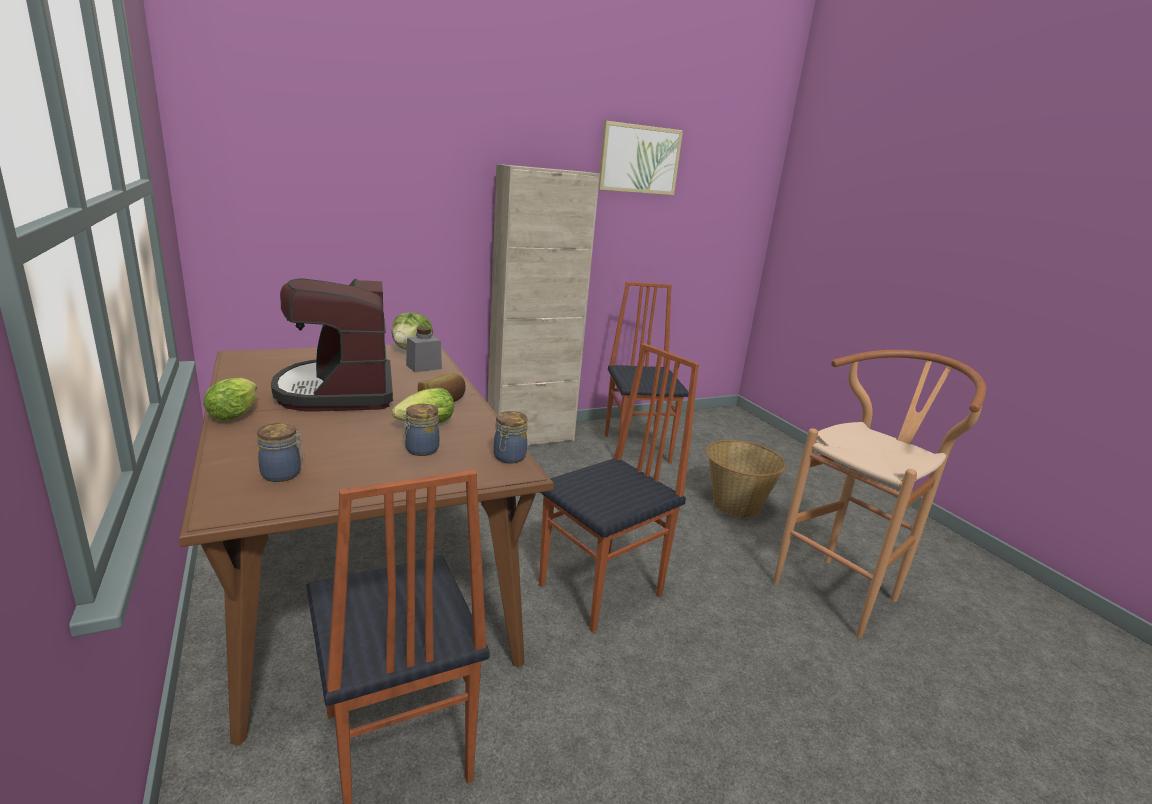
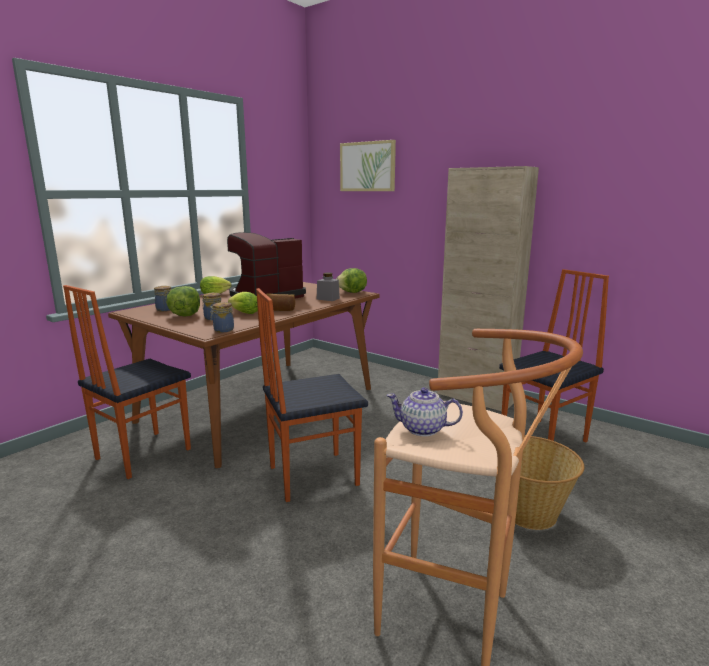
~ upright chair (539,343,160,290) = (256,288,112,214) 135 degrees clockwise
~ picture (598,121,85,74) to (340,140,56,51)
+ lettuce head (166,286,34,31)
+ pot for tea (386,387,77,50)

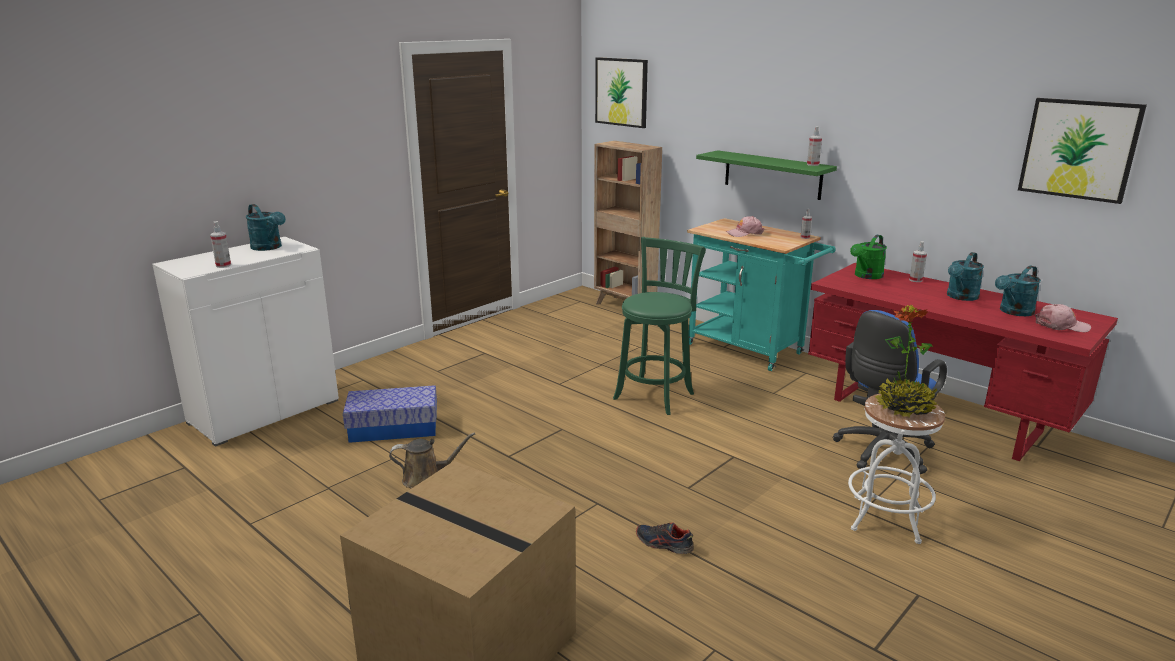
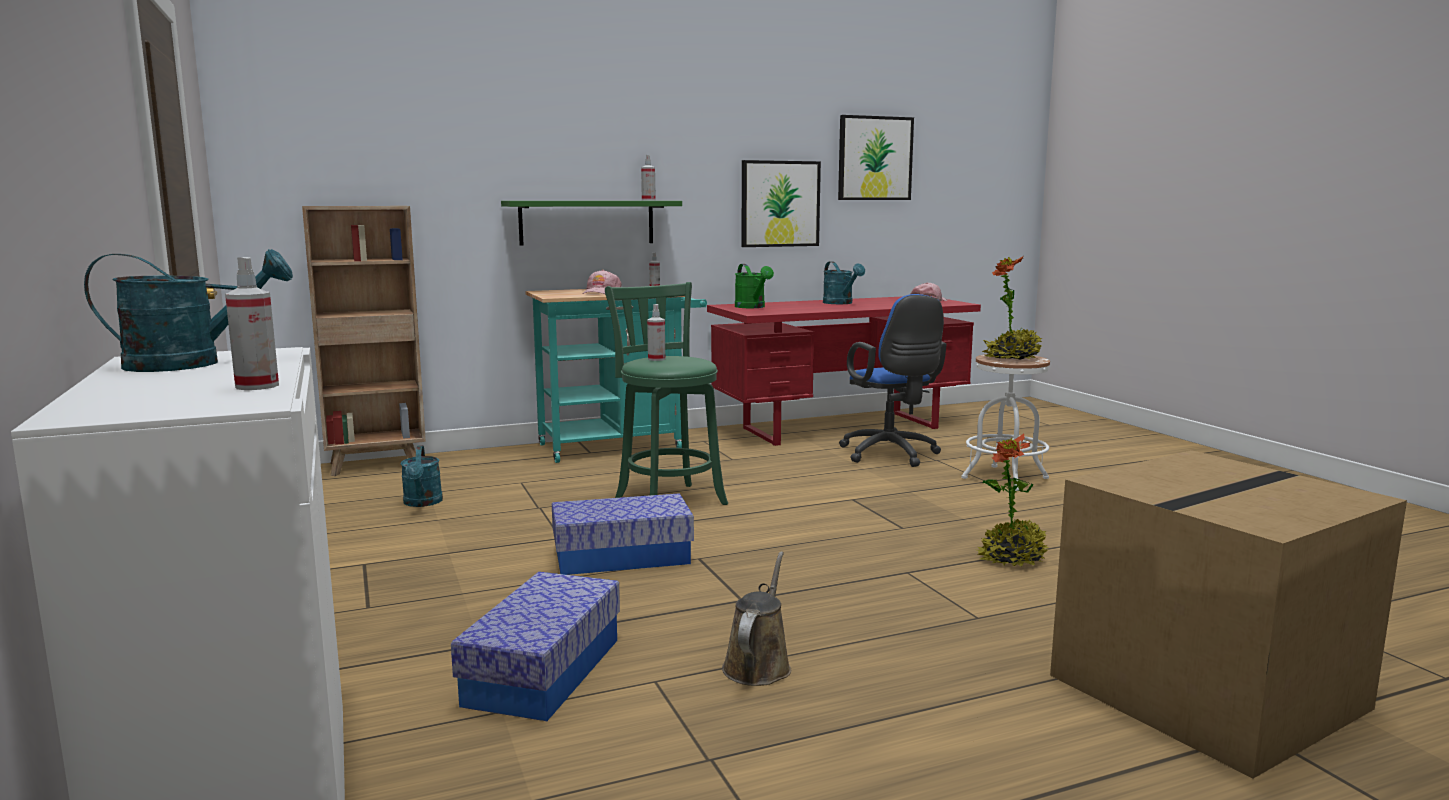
~ picture (595,57,53,71) to (741,160,80,87)
~ low shoe (636,523,58,31) to potted plant (977,434,72,133)
~ sprayer (909,241,18,41) to (647,304,18,57)
~ sprinkling can/blue-green (995,266,46,50) to (401,445,42,62)
+ storage box (552,493,142,82)

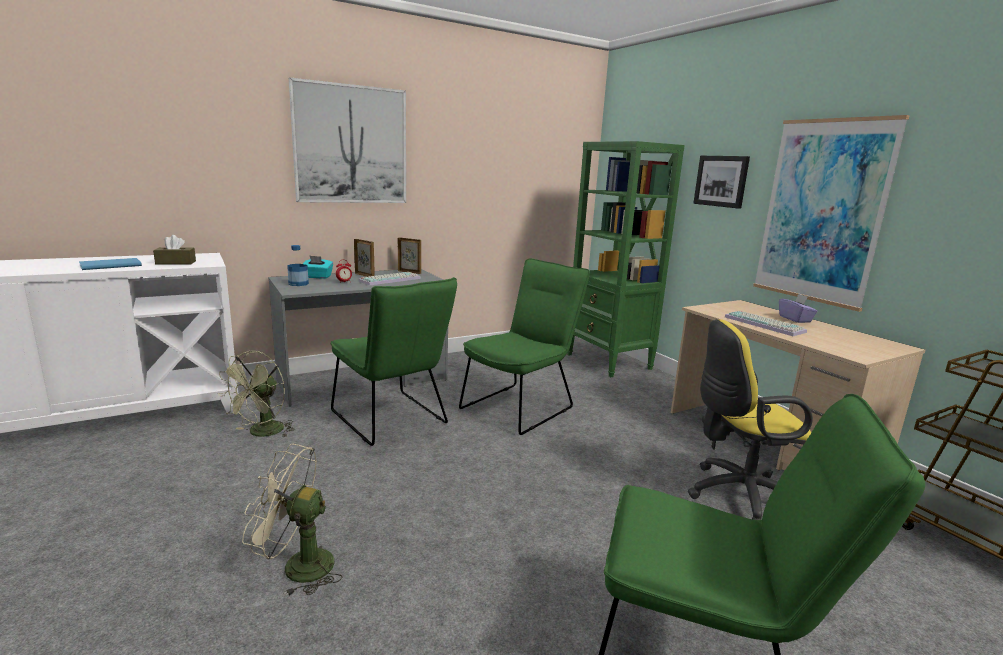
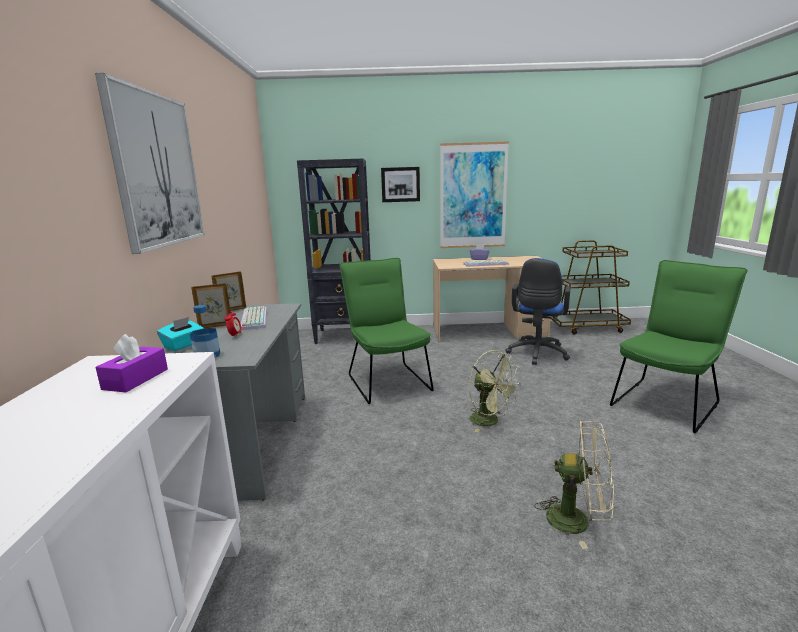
- volume/blue (79,258,63,12)
~ tissue holder/brown-coloured (153,235,43,29) to tissue holder/purplish (95,334,73,59)
~ fan/greenish (218,351,77,86) to (469,350,52,83)
~ fan/beige-coloured (242,444,100,152) = (535,421,79,128) 105 degrees counterclockwise
- upright chair/greenish (330,277,127,169)
~ shelving unit/greenish (567,141,118,236) to shelving unit/black-coloured (297,158,74,186)
~ computer chair/yellowish (688,319,125,201) to computer chair/blue (505,258,65,107)

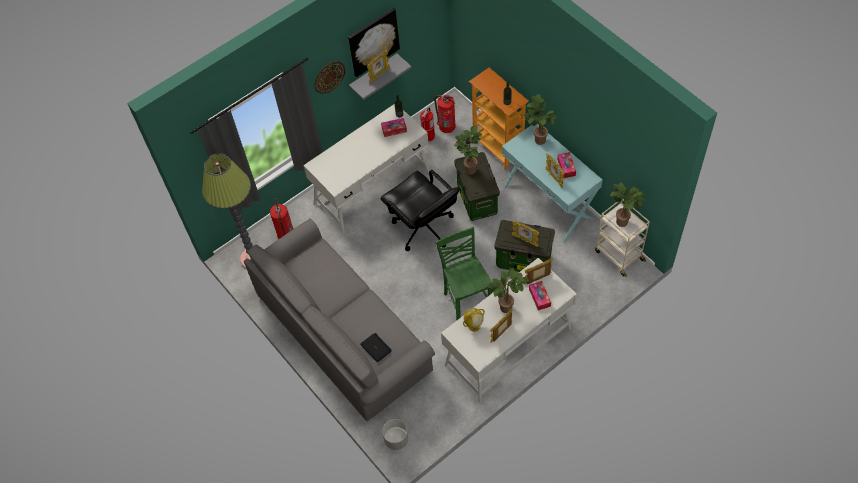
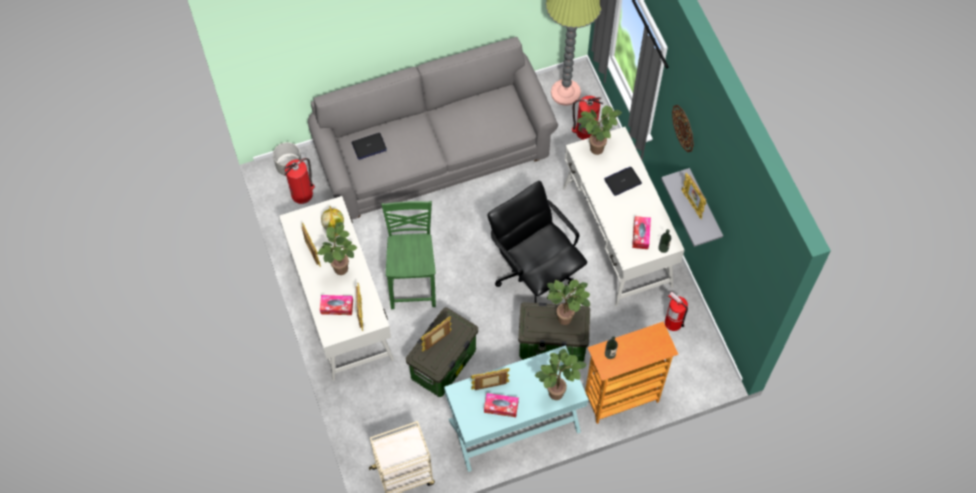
- picture (348,8,52,69)
~ computer chair/black-coloured (381,170,79,81) = (488,181,99,122) 75 degrees clockwise
~ fire extinguisher (434,95,22,38) to (284,158,31,46)
~ upright chair/greenish (435,227,58,94) = (381,201,55,108) 90 degrees counterclockwise
~ potted plant (610,182,36,45) to (577,105,45,50)
+ laptop (604,167,38,29)

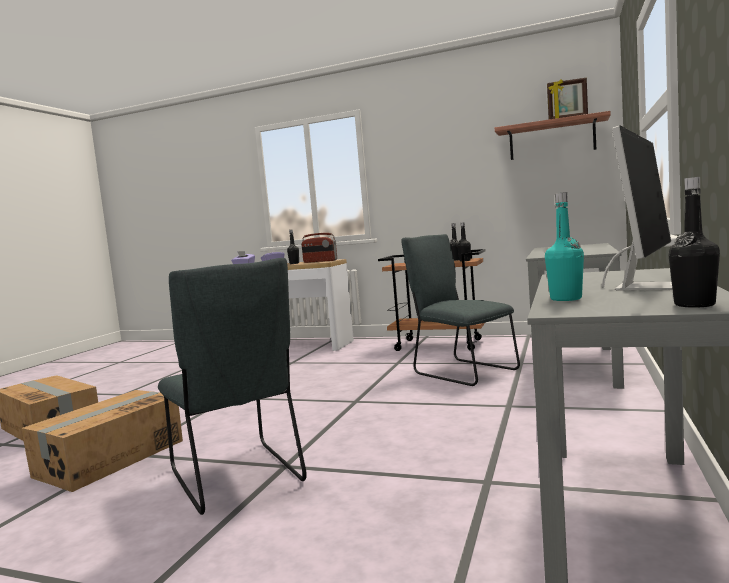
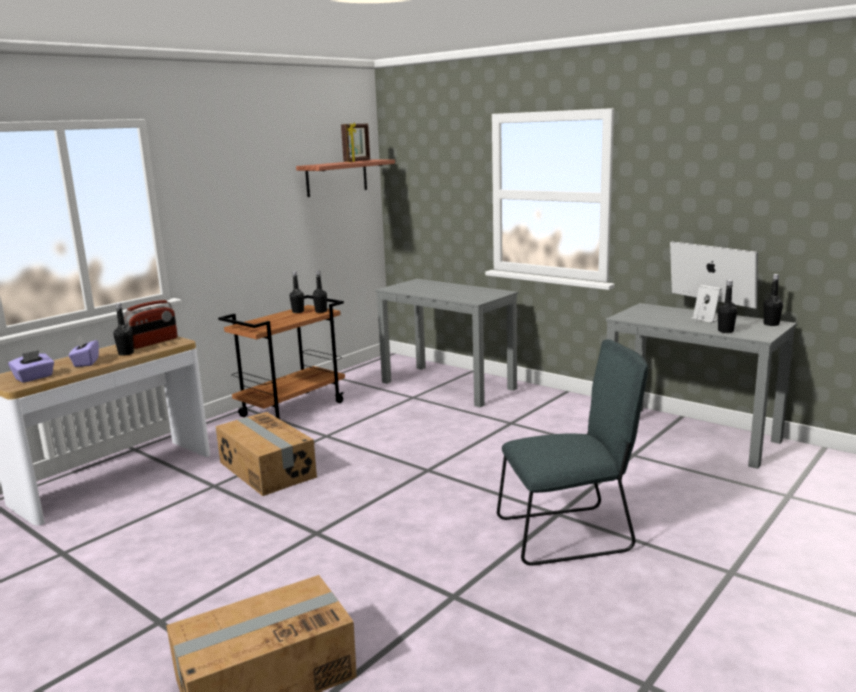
~ carton (21,390,162,102) to (215,412,102,84)
- upright chair/grey (401,234,119,152)
~ drink bottle/blue-green (545,192,39,109) to drink bottle/black-coloured (718,280,19,53)

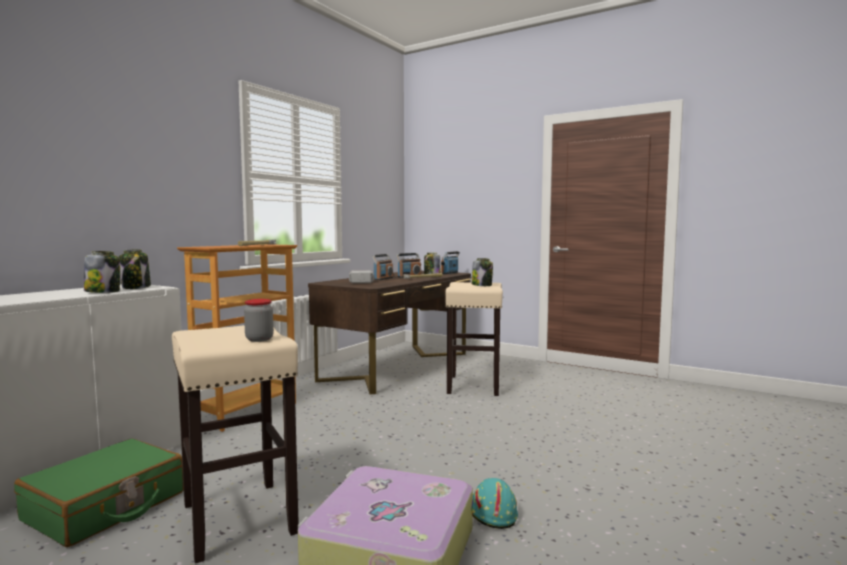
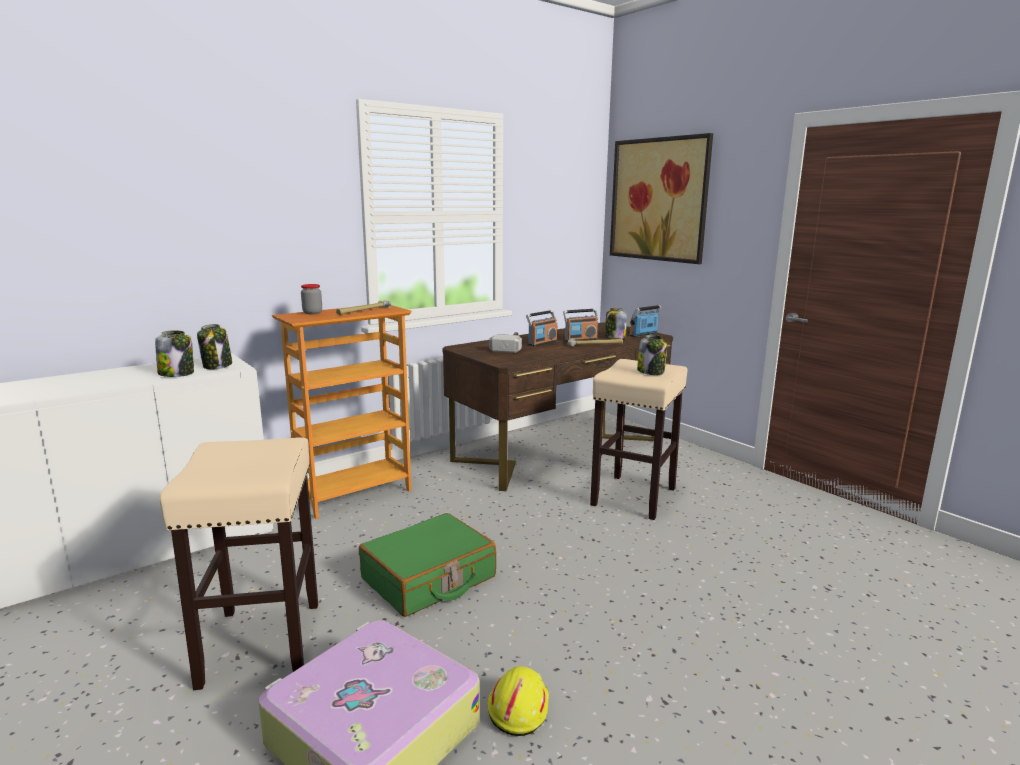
~ travel case/greenish (14,439,170,108) to (359,513,137,104)
~ storage jar (244,299,30,43) to (301,284,21,30)
~ hard hat/blue-green (473,478,45,51) to hard hat/yellowish (487,666,62,70)
+ picture (610,133,103,131)

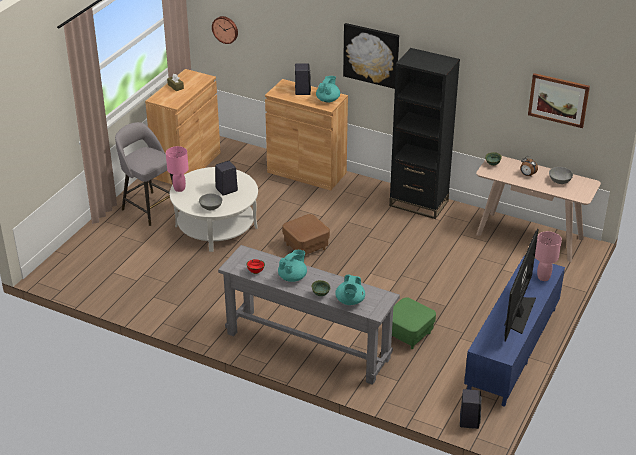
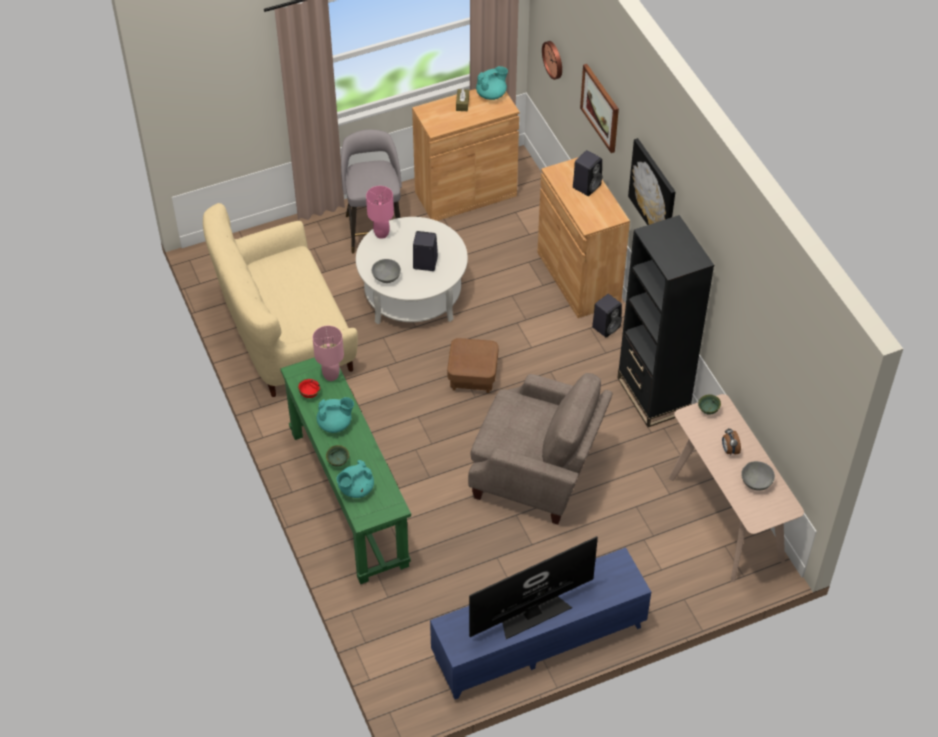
~ hall table/grey (218,245,182,140) to hall table/greenish (280,357,131,227)
~ pot for tea/blue-green (316,76,24,27) to (476,66,32,34)
- footrest/greenish (392,297,44,52)
~ loudspeaker/black-coloured (460,389,21,40) to (592,294,30,44)
~ picture (528,73,62,55) to (580,64,39,89)
~ lamp for a table/pinkish (535,231,27,50) to (313,326,31,55)
+ couch/beige-coloured (203,203,155,194)
+ armchair/beige-coloured (468,373,144,151)

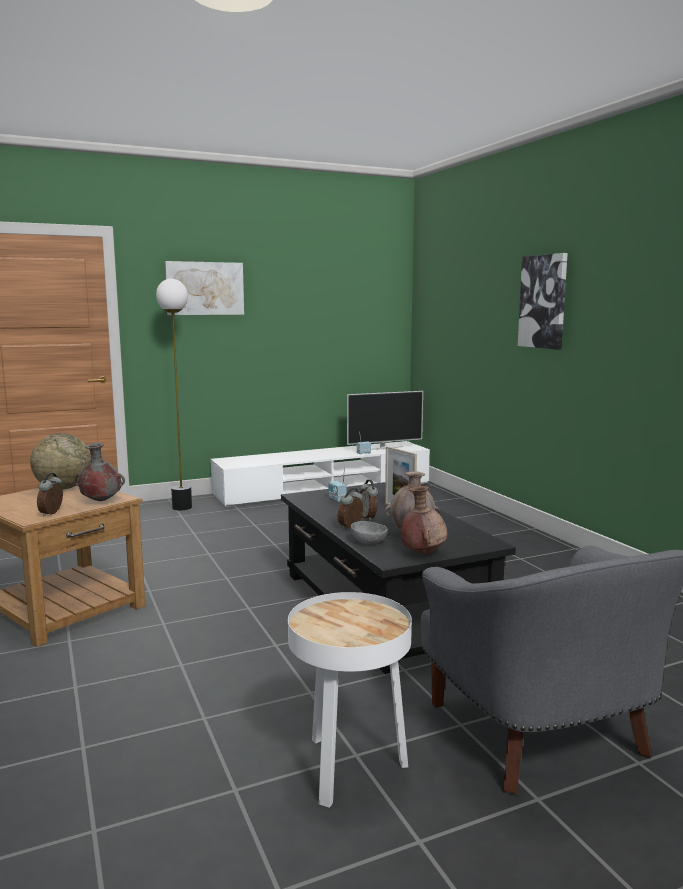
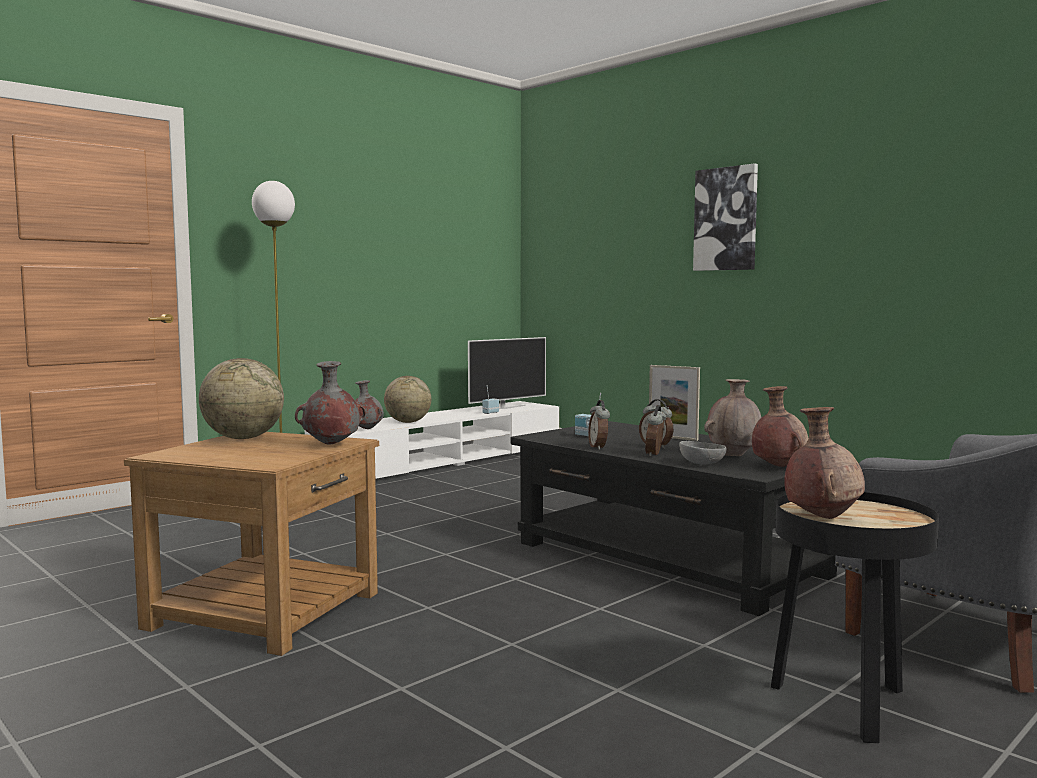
~ alarm clock (37,473,26,44) to (588,400,22,50)
- picture (165,261,79,54)
~ end table/whitish (288,592,124,216) to end table/black-coloured (771,492,168,251)
+ vase/grey (355,380,29,49)
+ world globe (384,376,47,47)
+ vase/brown-coloured (784,407,81,112)

